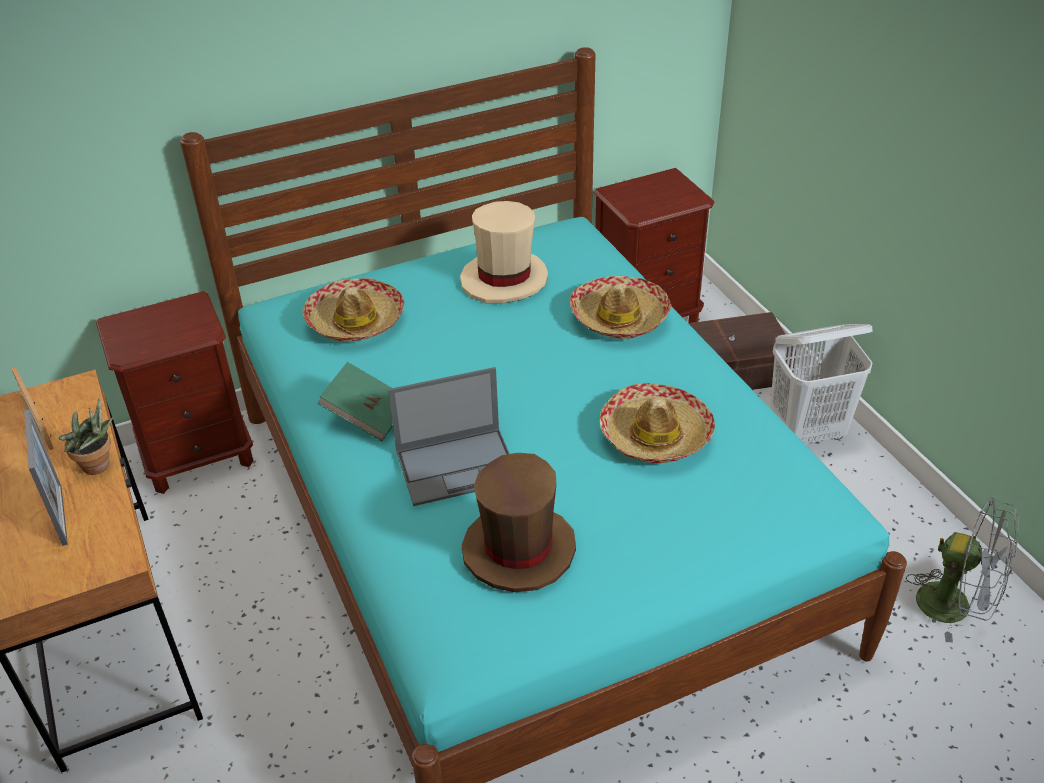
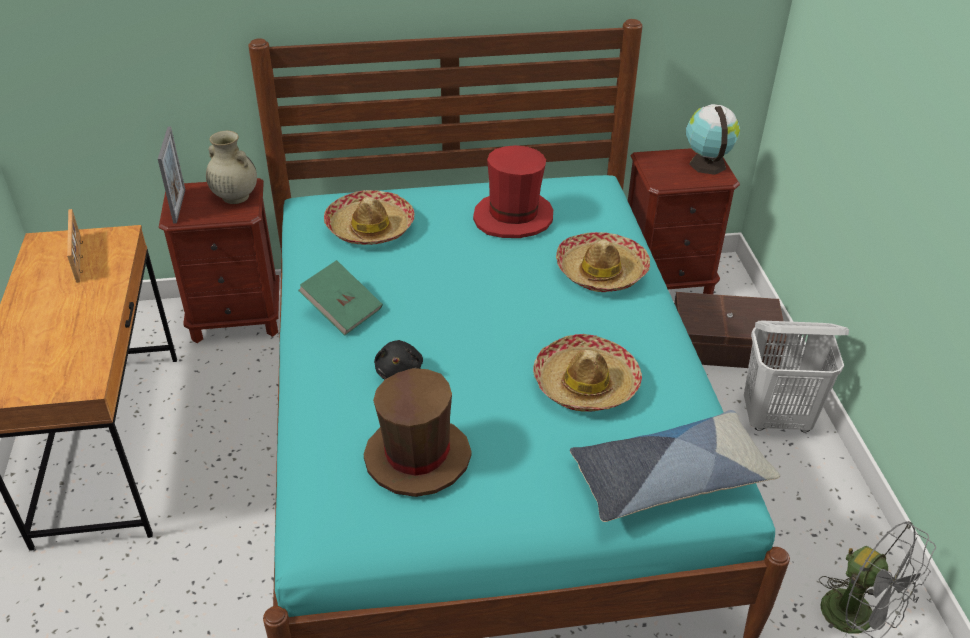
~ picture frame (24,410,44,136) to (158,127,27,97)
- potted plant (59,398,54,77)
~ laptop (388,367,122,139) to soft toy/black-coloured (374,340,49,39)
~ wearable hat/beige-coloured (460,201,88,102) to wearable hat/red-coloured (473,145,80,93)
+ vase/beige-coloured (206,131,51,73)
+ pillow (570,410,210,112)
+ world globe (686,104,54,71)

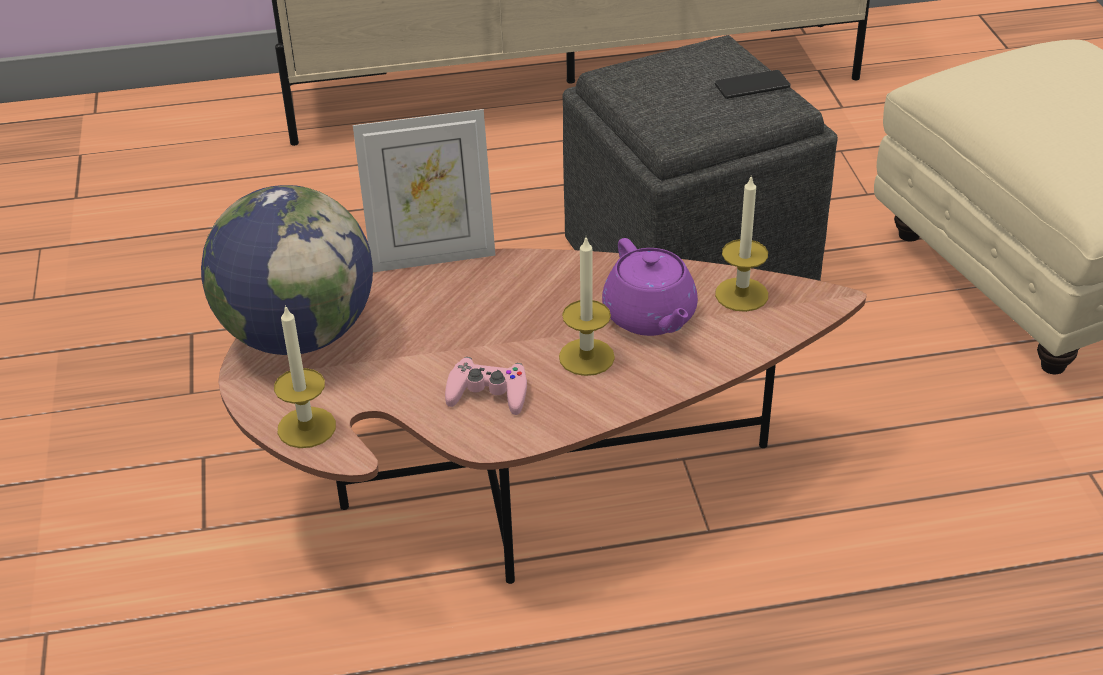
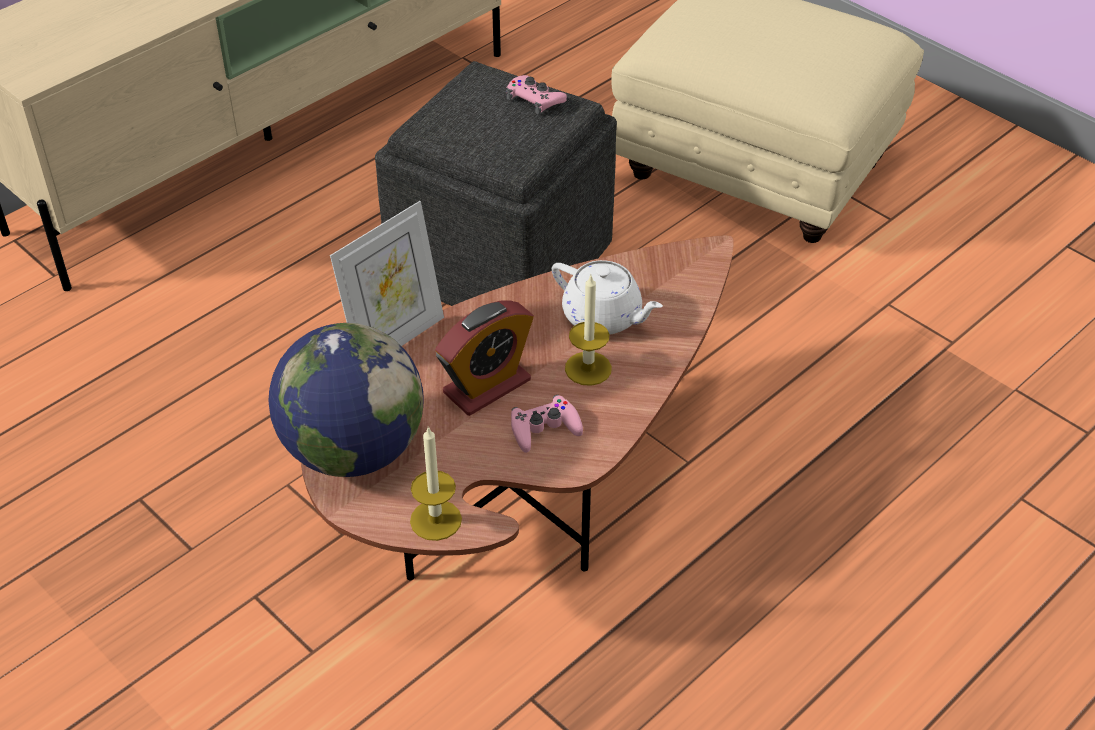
~ pot for tea/purplish (602,238,96,98) to pot for tea/whitish (552,260,111,75)
~ telephone (715,70,76,29) to joypad/pinkish (506,75,61,39)
- wax candle (715,175,53,137)
+ alarm clock (435,301,99,115)

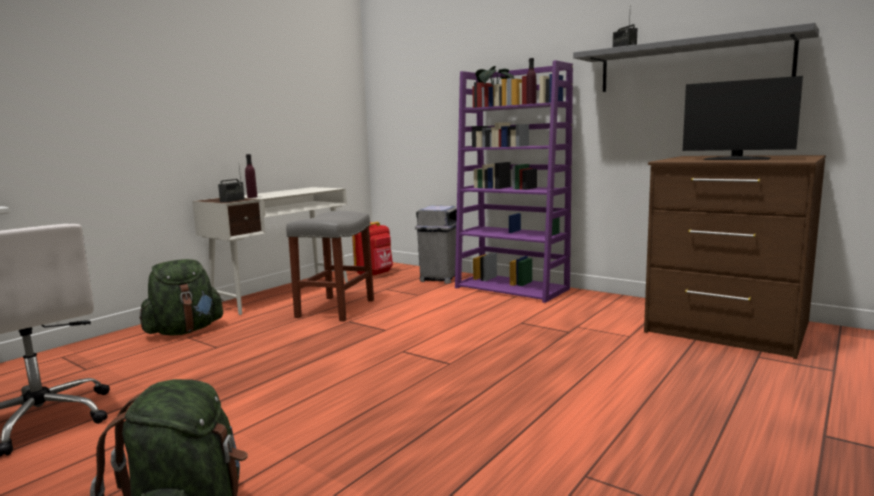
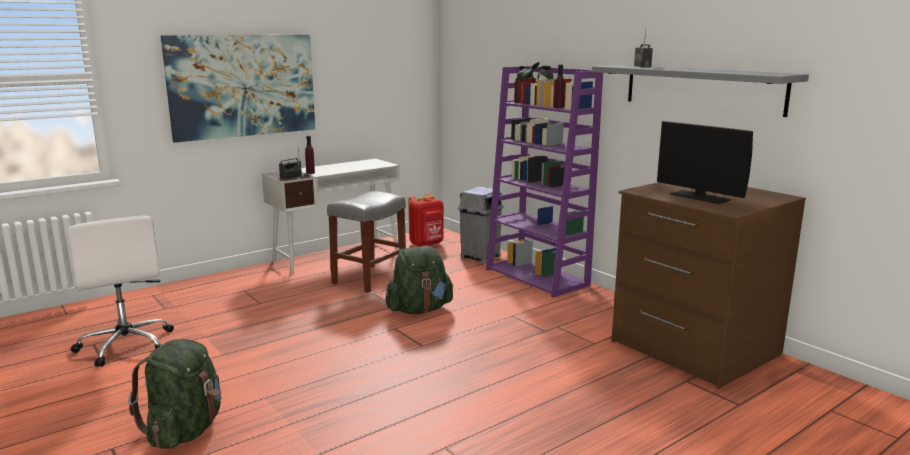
~ rucksack/greenish (139,259,85,77) to (386,246,67,68)
+ picture (161,35,154,108)

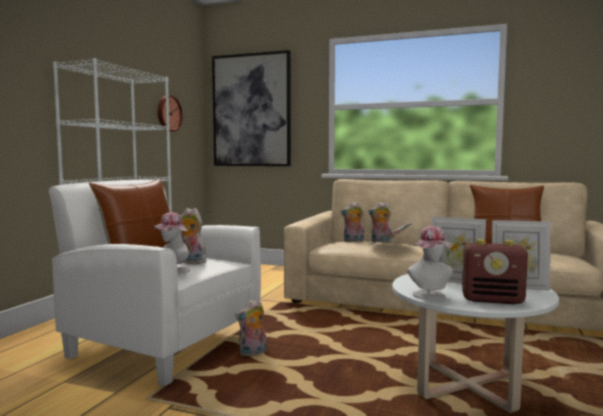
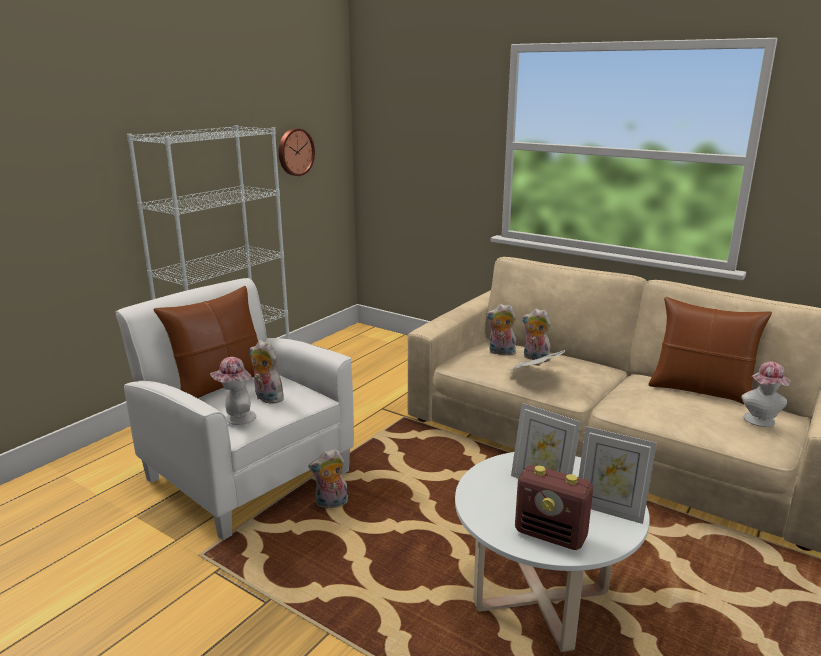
- picture (212,50,79,116)
~ wearable hat (407,226,46,74) to (741,362,49,65)

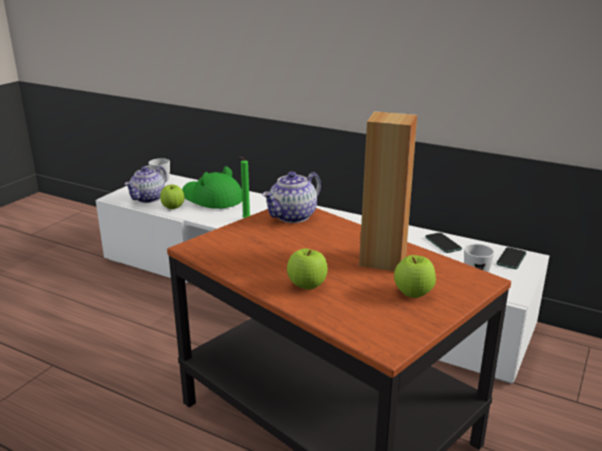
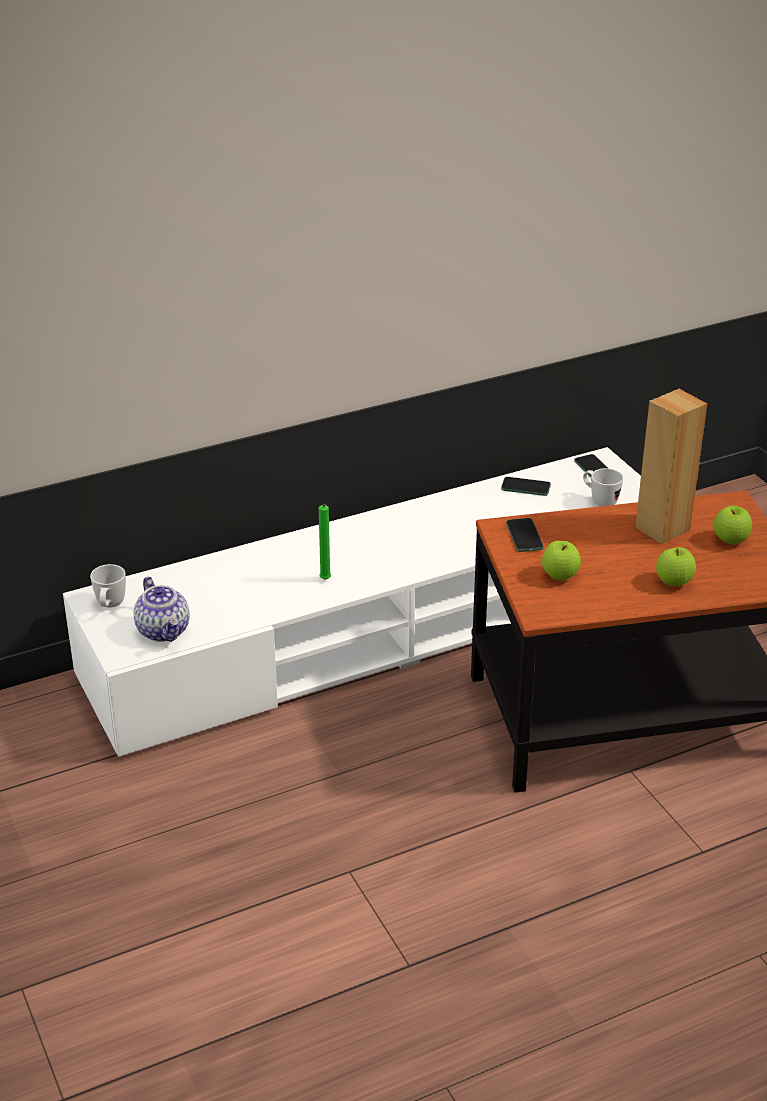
~ apple (160,185,25,24) to (542,541,39,39)
- wearable hat/greenish (182,166,60,43)
~ pot for tea (262,172,59,51) to telephone (506,518,38,34)

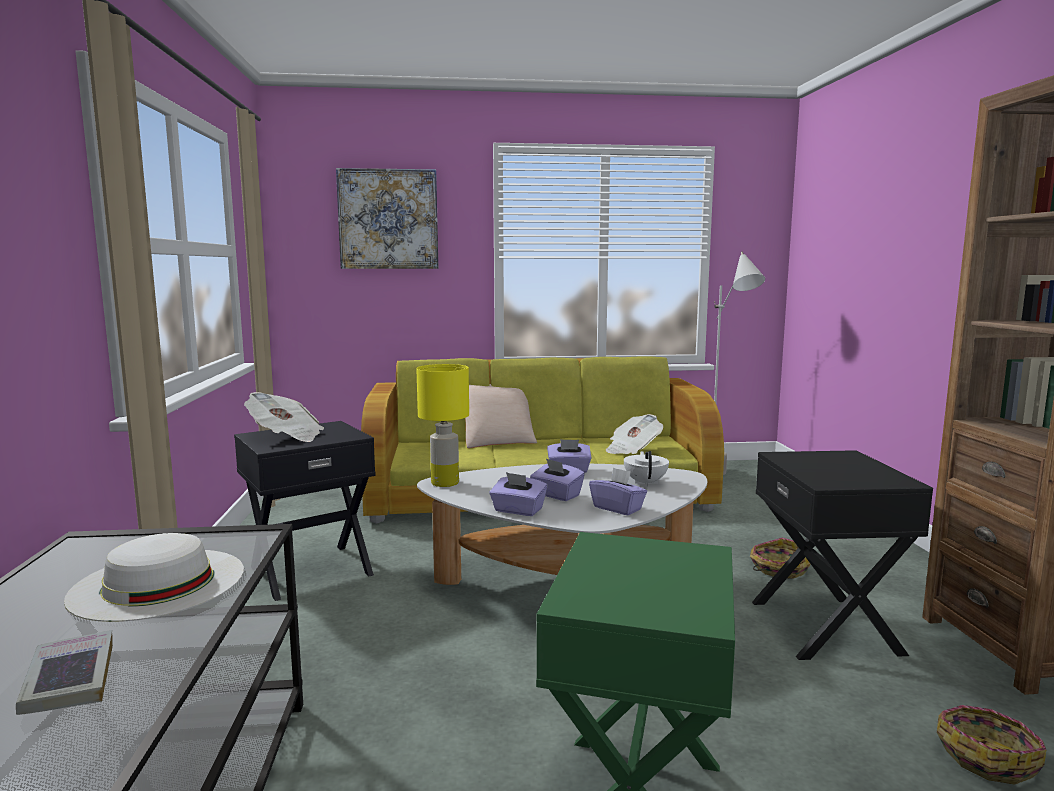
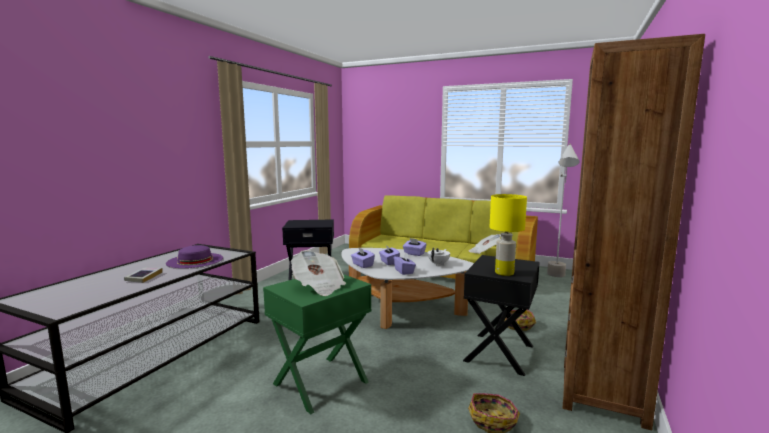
~ wearable hat/whitish (64,533,180,89) to wearable hat/purplish (166,245,57,23)
~ newspaper (244,392,80,50) to (291,250,55,46)
- picture (336,168,102,101)
~ lamp for a table/yellowish (416,364,53,123) to (490,194,37,82)
- pillow/beige-coloured (465,384,72,64)

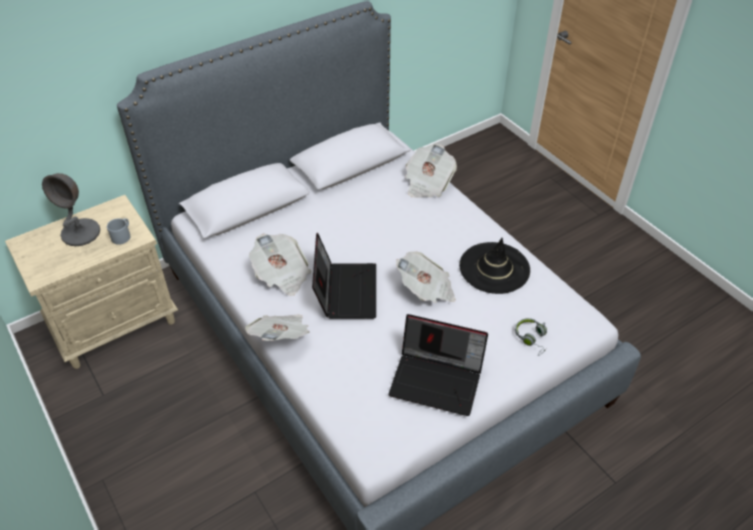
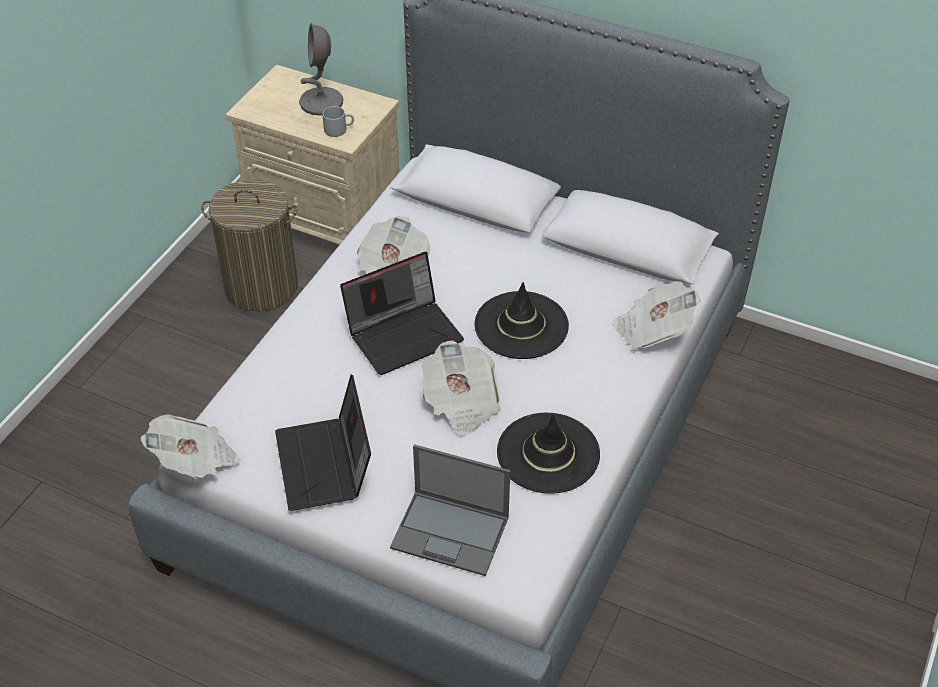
~ newspaper (245,314,65,27) to (140,414,101,65)
~ headphones/grey (515,318,32,38) to laptop (390,444,120,132)
+ washing basket (201,179,97,132)
+ wearable hat/black-coloured (474,282,95,77)

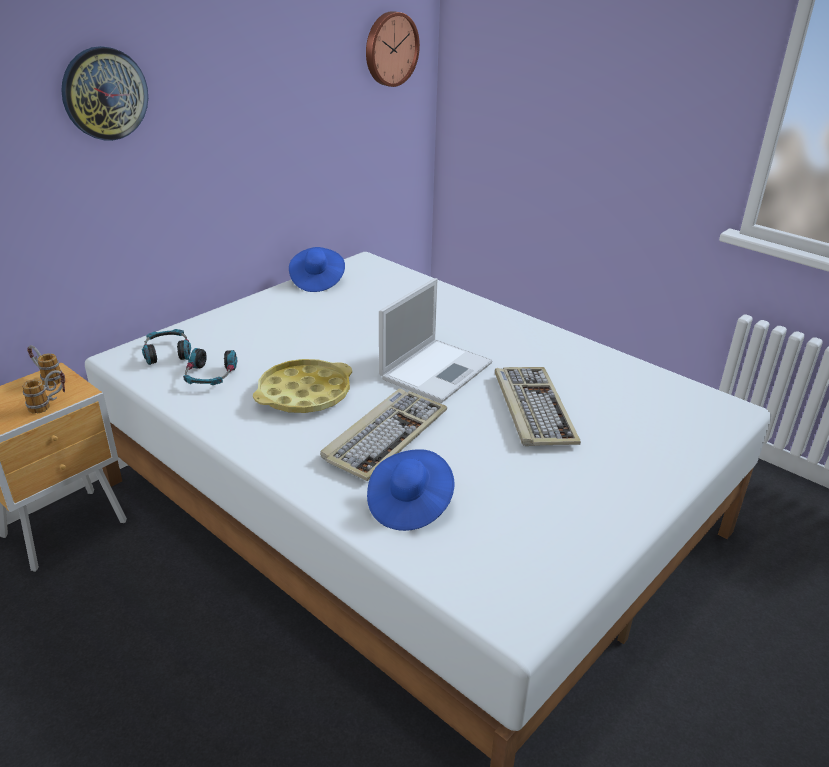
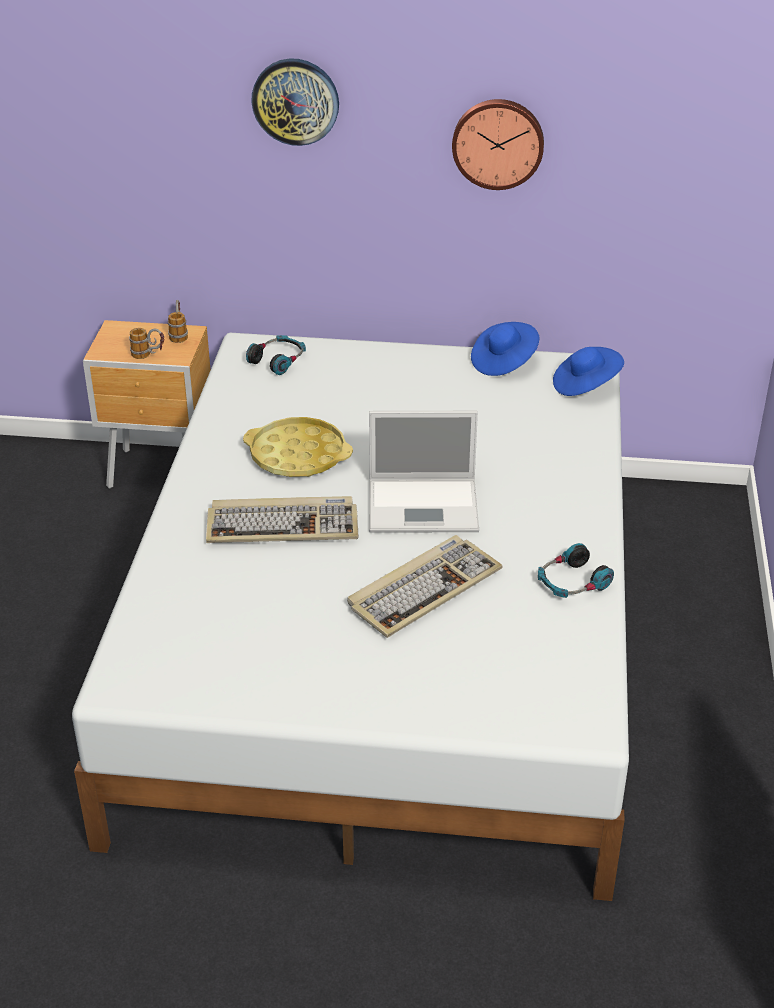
~ headphones (183,348,54,37) to (538,543,76,55)
~ wall clock (366,11,54,76) to (452,99,92,91)
~ wearable hat/blue (367,449,88,82) to (553,347,71,49)

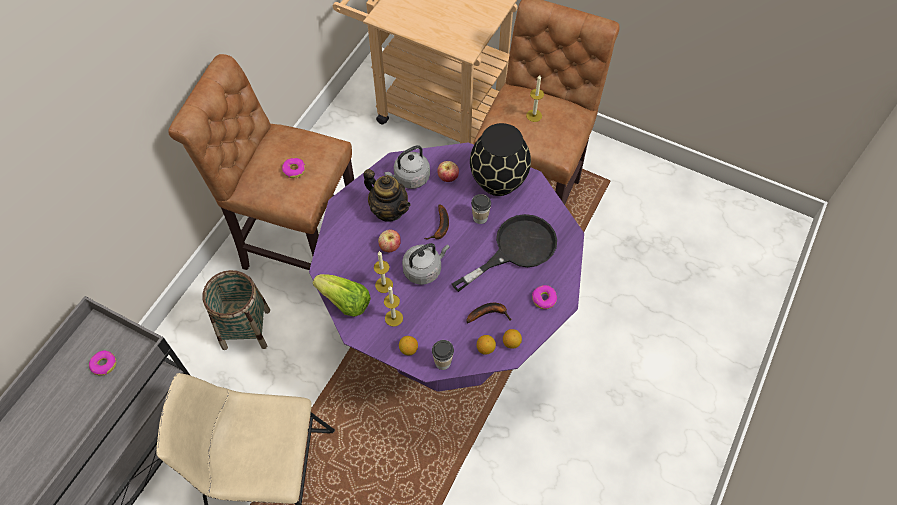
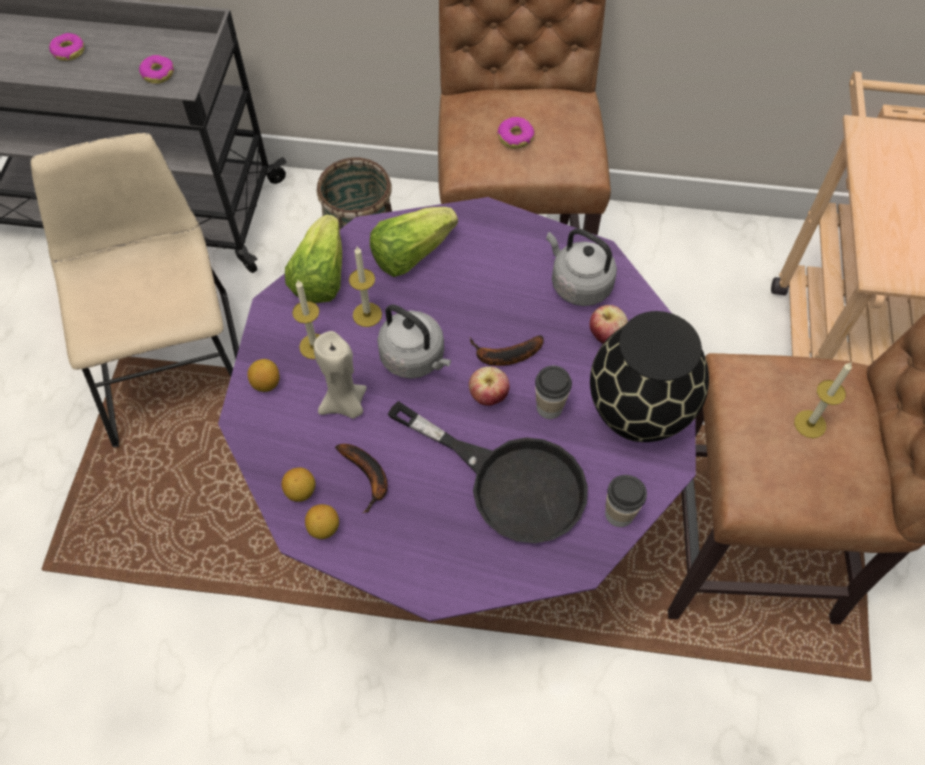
- pot for tea (364,169,47,52)
~ apple (378,229,23,23) to (469,366,41,40)
~ cup (432,340,22,30) to (605,475,42,52)
~ ring doughnut (532,285,25,24) to (49,33,36,28)
+ wax candle/beige-coloured (314,331,53,88)
+ lettuce head (370,207,88,70)

